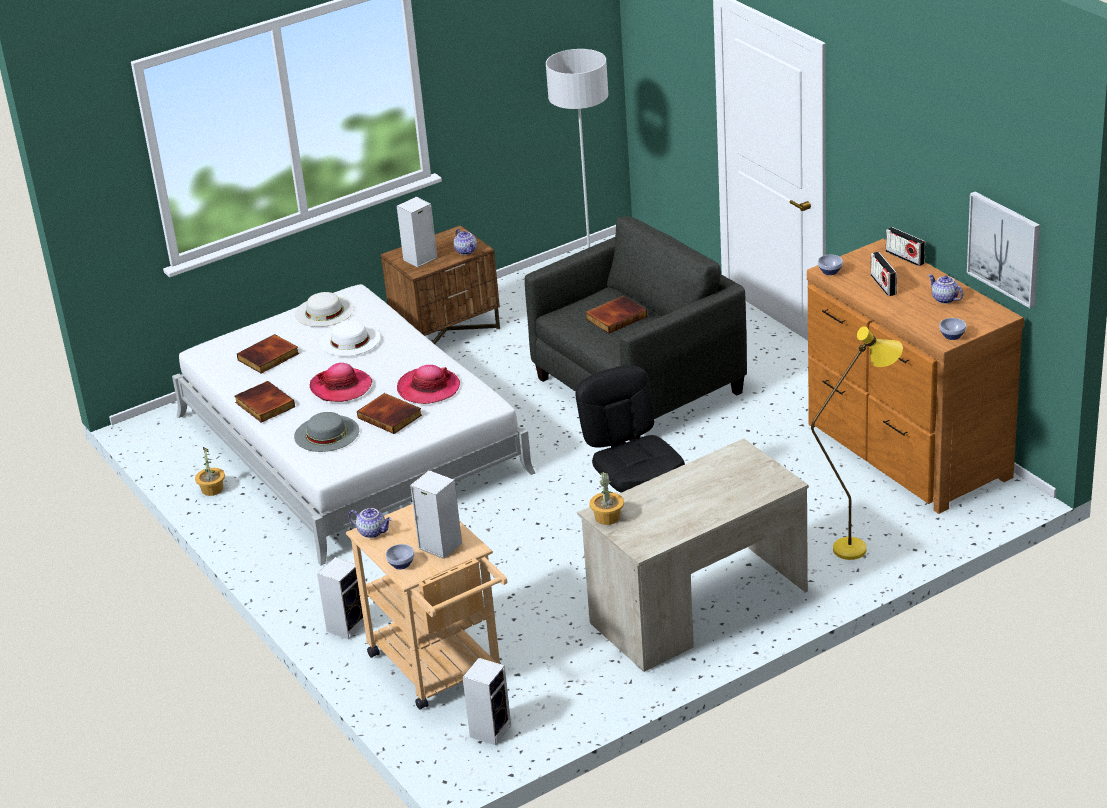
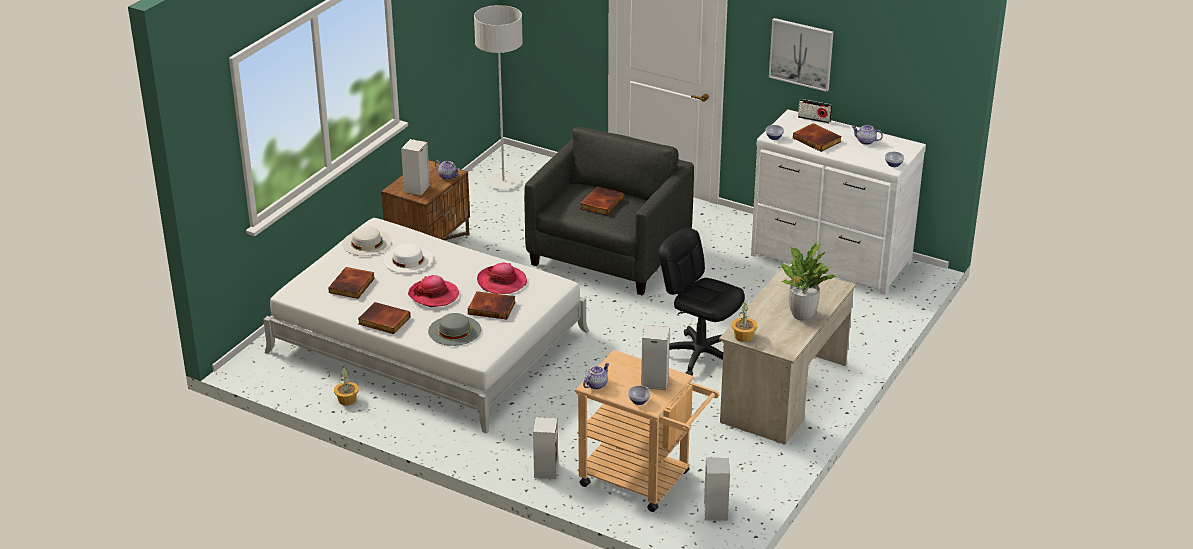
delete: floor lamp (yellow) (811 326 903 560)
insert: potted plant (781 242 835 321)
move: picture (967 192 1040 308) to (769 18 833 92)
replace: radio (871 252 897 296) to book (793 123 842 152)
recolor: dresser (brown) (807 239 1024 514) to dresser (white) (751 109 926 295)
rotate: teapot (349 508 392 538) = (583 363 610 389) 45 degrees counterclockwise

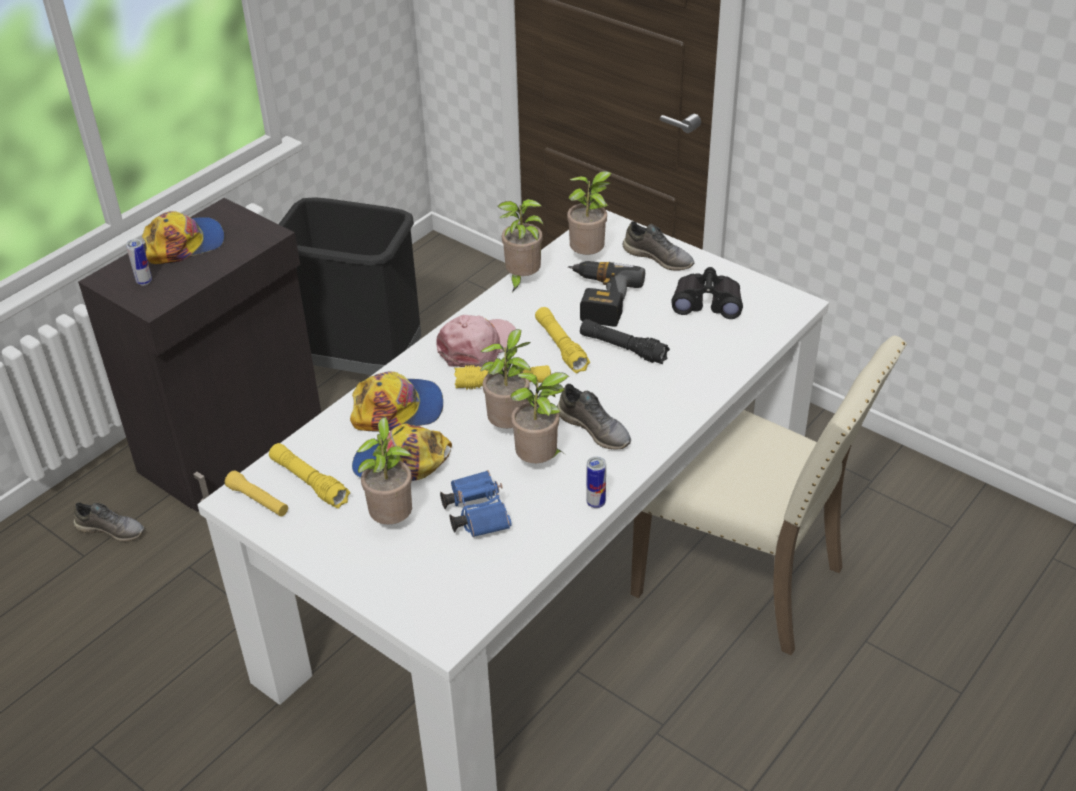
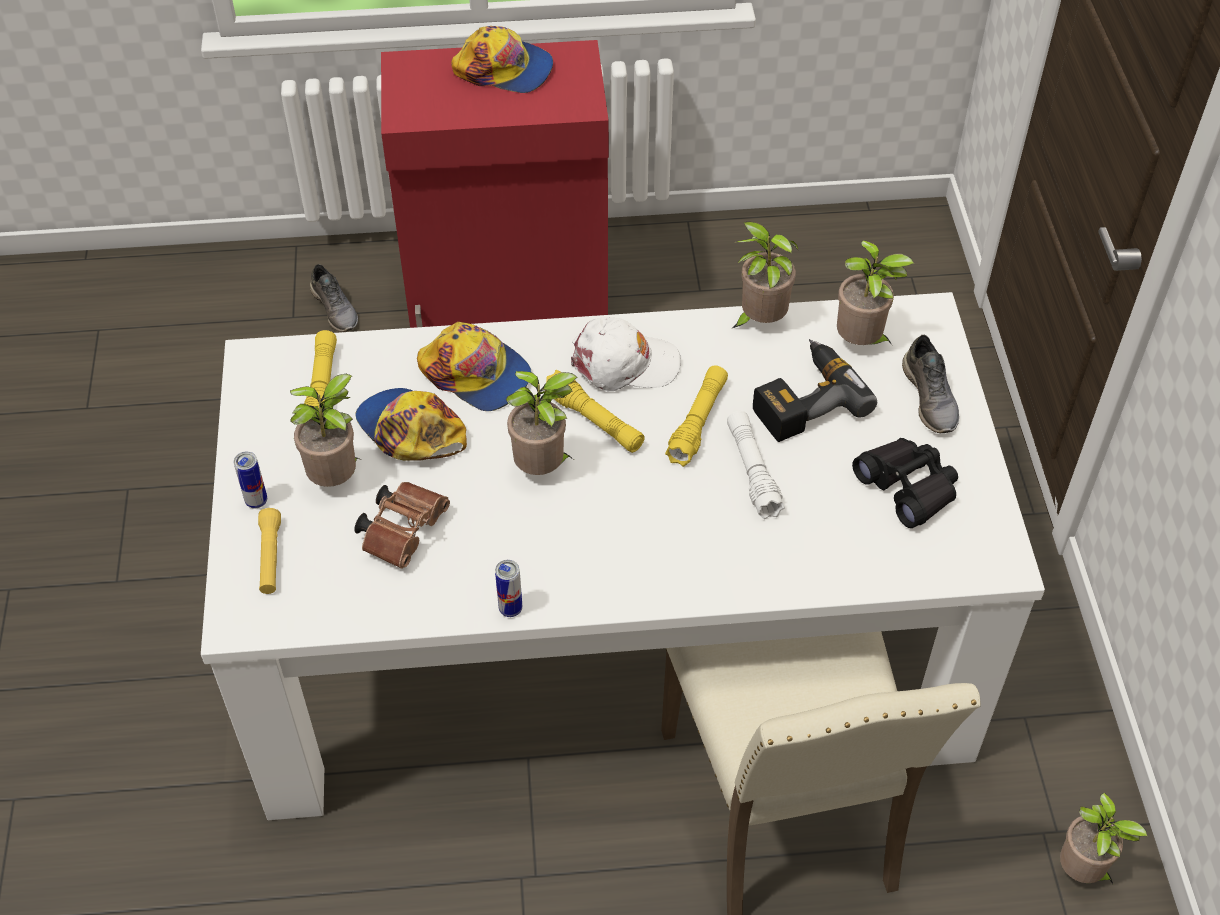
delete: trash can (black) (279 197 421 375); shoe (grey) (557 384 631 450)
move: can (126 239 152 286) to (234 451 267 508); flashlight (yellow) (225 471 288 517) to (258 508 281 594); potted plant (510 372 569 463) to (1060 792 1147 884)
recolor: binoculars (blue) (440 470 512 537) to binoculars (brown) (354 482 450 569); cabinet (black) (78 198 321 512) to cabinet (red) (381 40 609 328); cap (pink) (436 315 516 367) to cap (white) (571 317 681 391); flashlight (black) (580 319 670 364) to flashlight (white) (727 411 785 519)

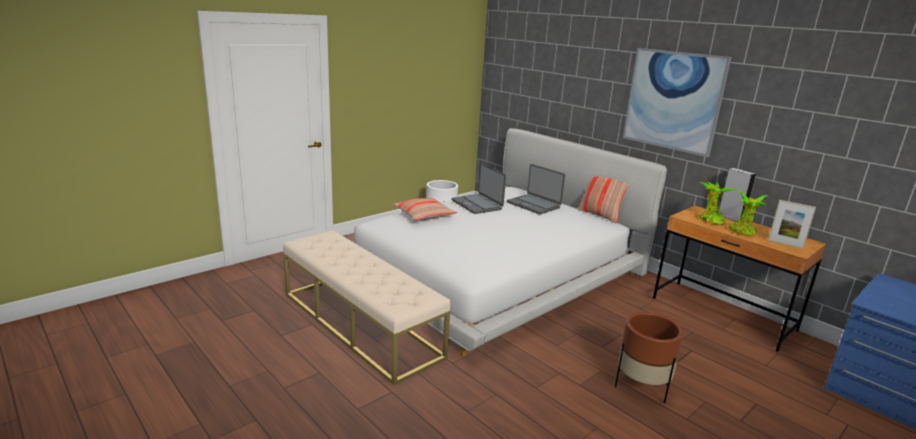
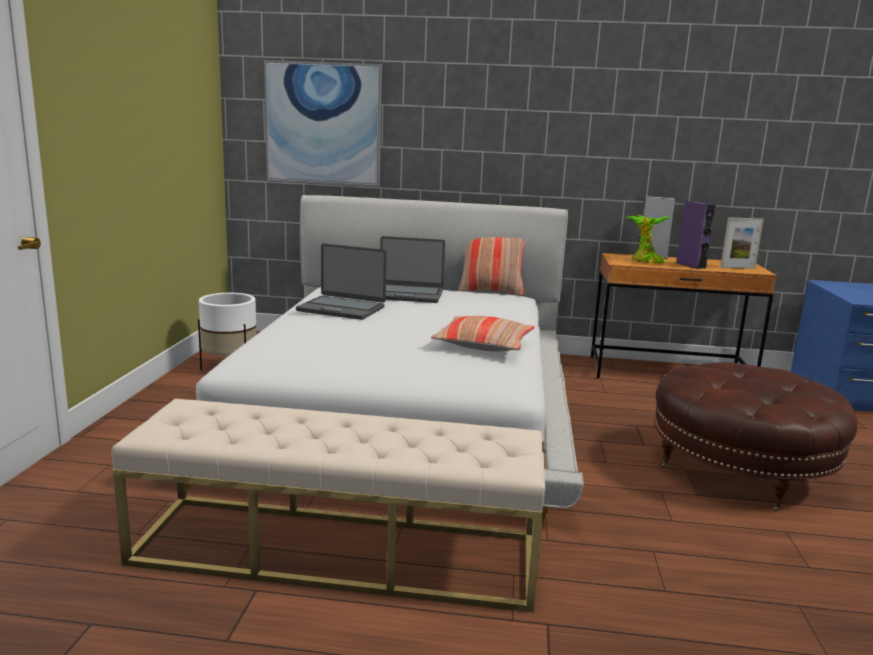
move: picture (623 48 731 157) to (264 60 382 187); pillow (393 198 457 221) to (431 316 535 352)
replace: planter (brown) (615 312 683 404) to ottoman (brown) (656 362 857 511); potted plant (729 191 767 236) to speaker (purple) (677 201 715 269)

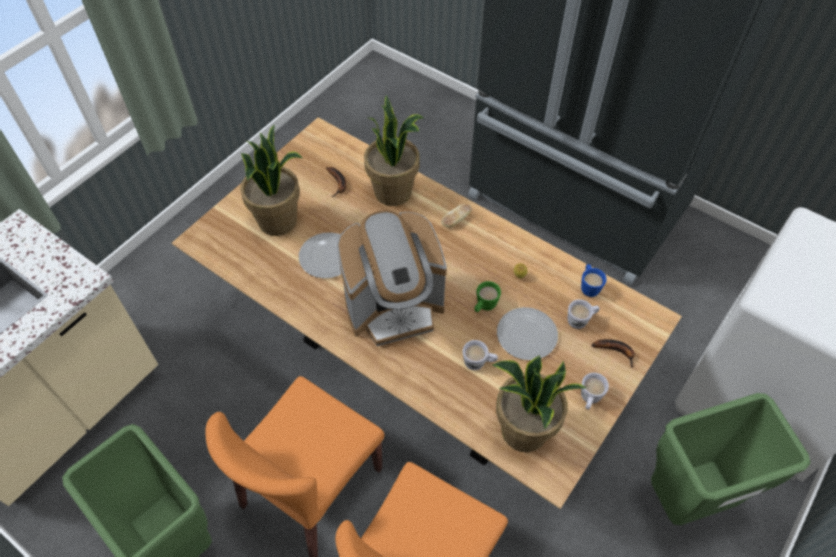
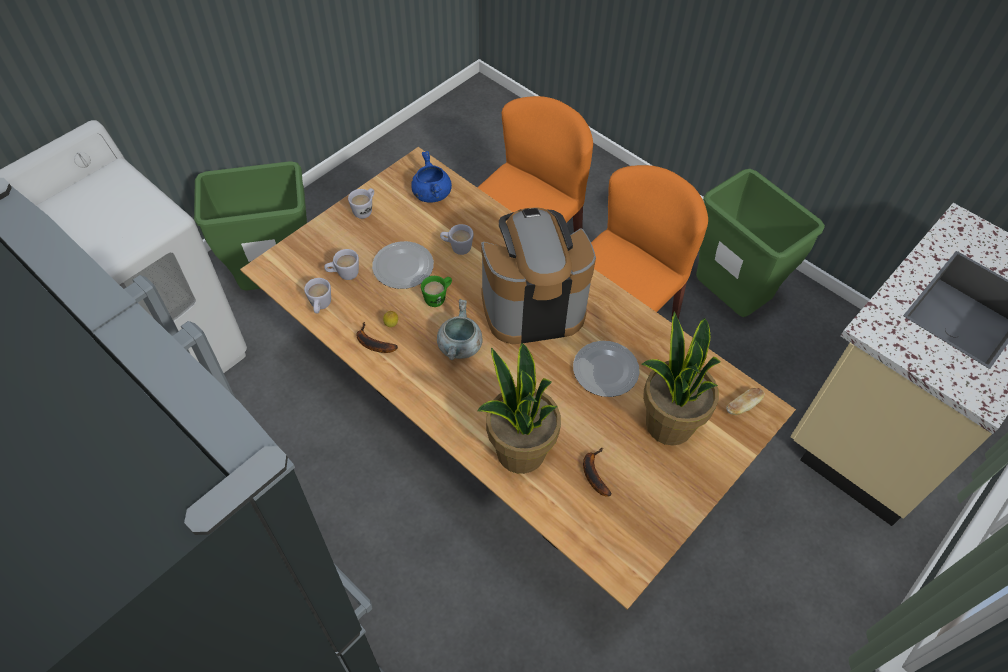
insert: cooking pot (grey) (437 299 482 360)
move: banana (591 339 635 368) to (356 322 398 353); bread (441 203 472 227) to (726 388 764 415)
replace: potted plant (492 355 586 452) to cooking pot (blue) (411 151 452 203)
recolor: mug (blue) (581 264 607 297) to mug (white) (304 278 331 313)

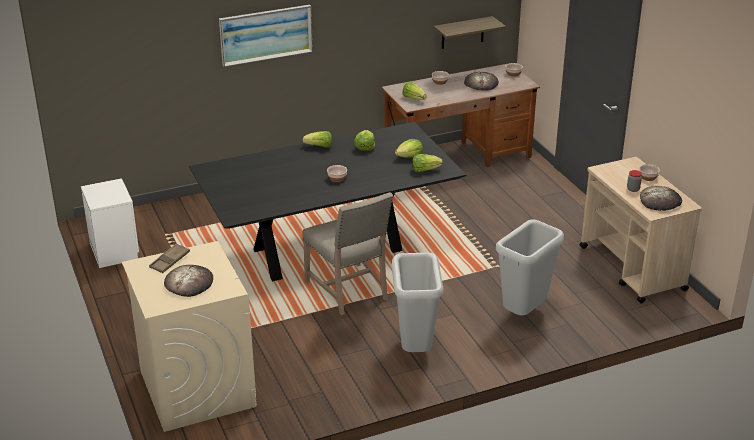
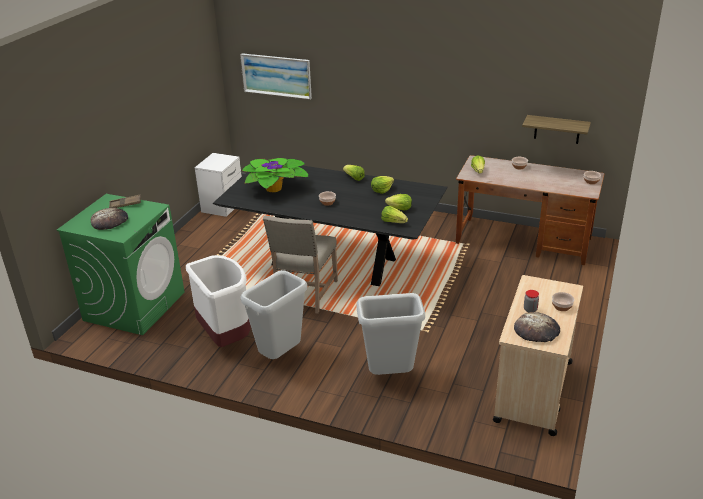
delete: bread (464 72 499 90)
insert: trash can (white) (186 255 251 347); potted plant (241 158 309 192)
move: picture (219 5 313 67) to (240 53 312 100)
recolor: washing machine (beige) (122 241 257 432) to washing machine (green) (57 194 185 335)

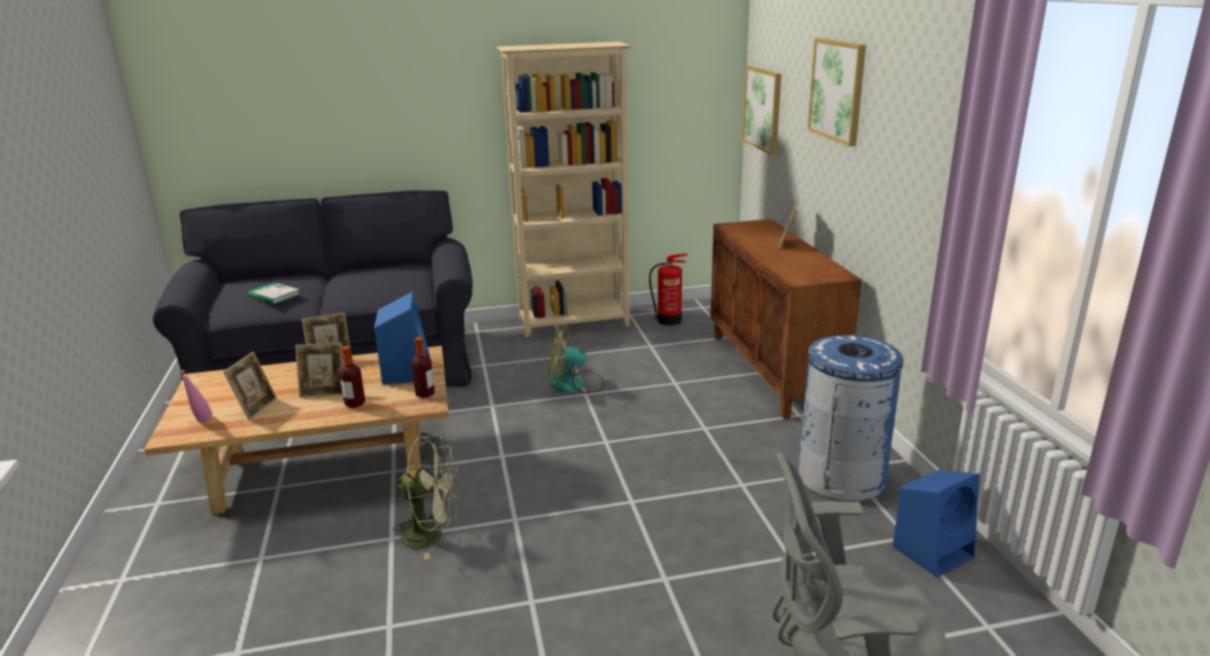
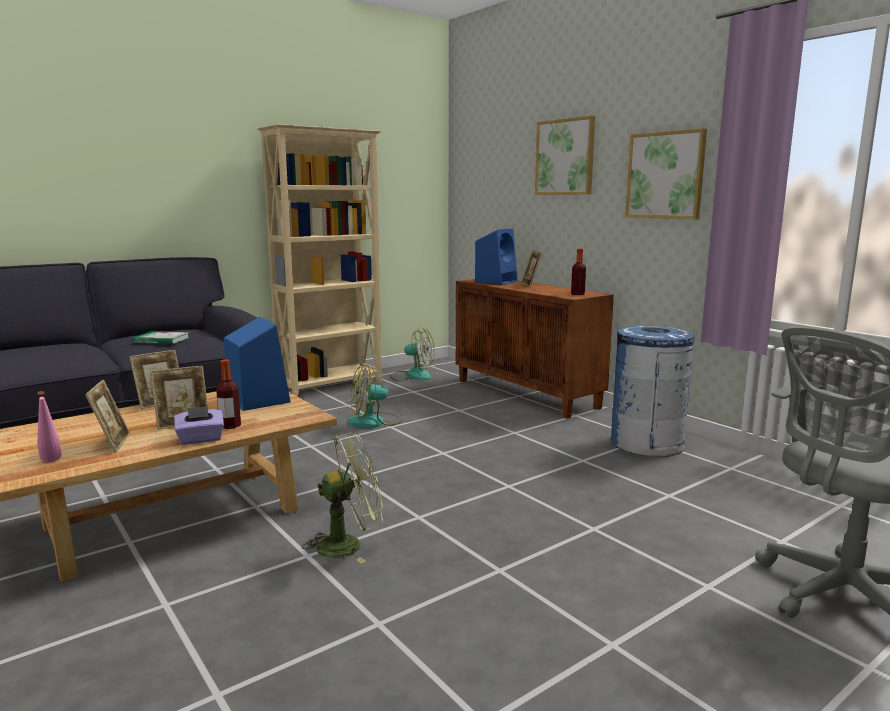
insert: tissue box (purple) (174 406 224 445)
move: book (247 282 301 304) to (133 331 190 344); speaker (blue) (892 470 979 577) to (475 228 518 285); bottle (412 337 435 398) to (571 249 586 295); picture (742 66 781 155) to (625 128 707 219)
replace: fire extinguisher (649 253 688 326) to fan (391 327 434 381)

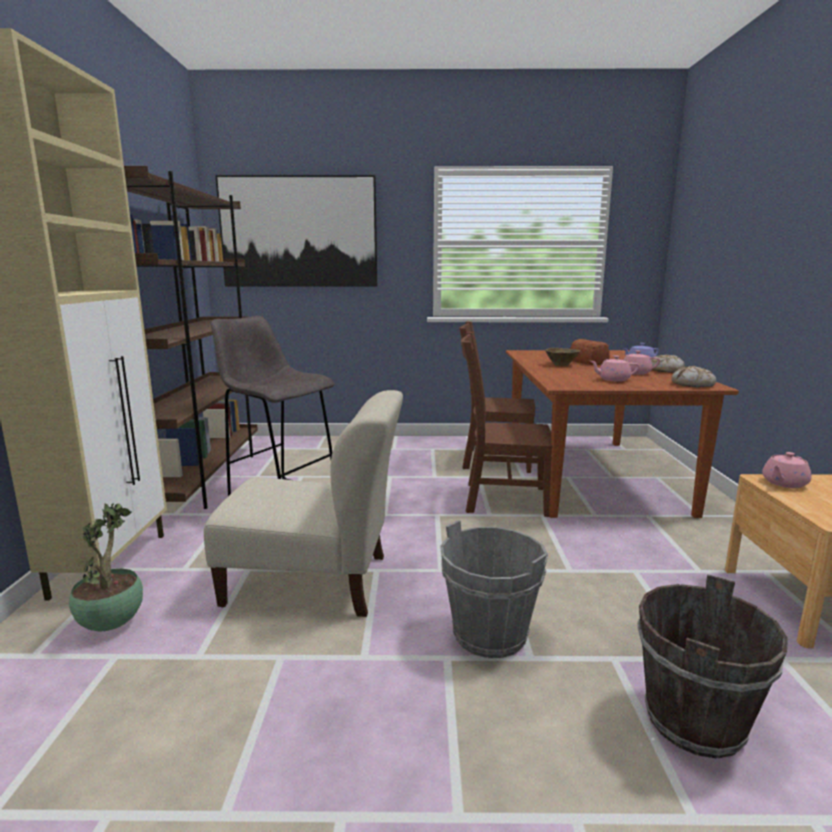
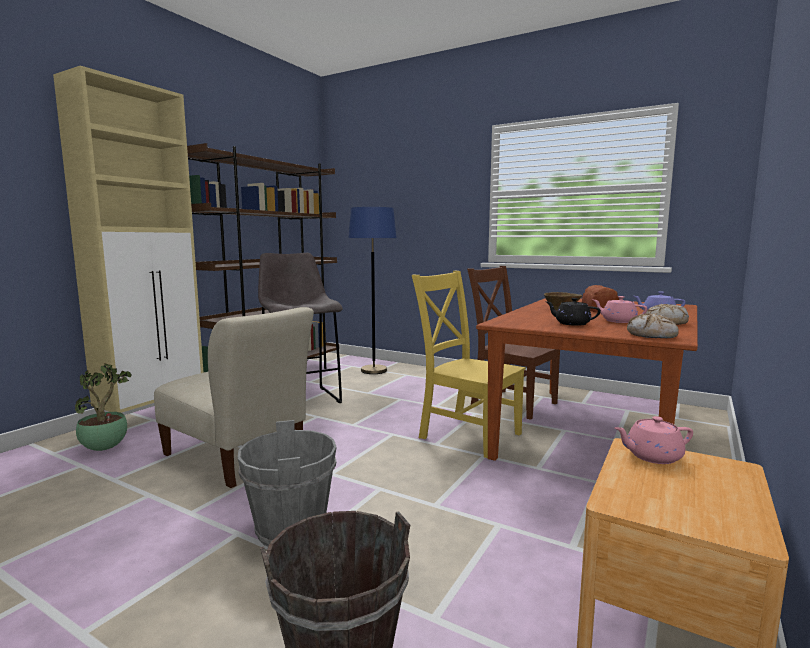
delete: picture (215 175 377 286)
insert: floor lamp (blue) (348 207 397 374)
recolor: chair (brown) (461 332 552 517) to chair (yellow) (412 271 526 458); teapot (pink) (590 356 639 381) to teapot (black) (546 298 601 326)

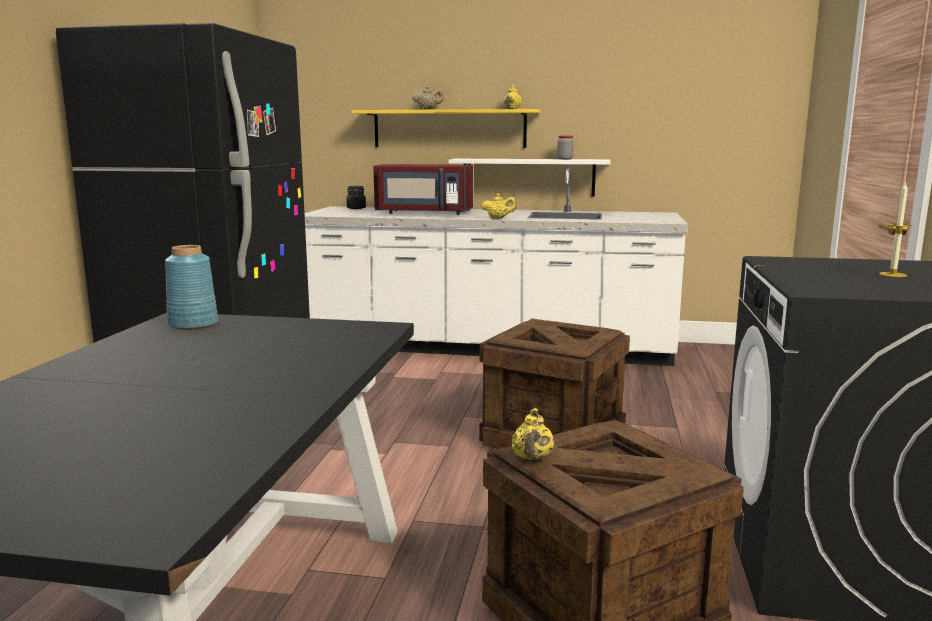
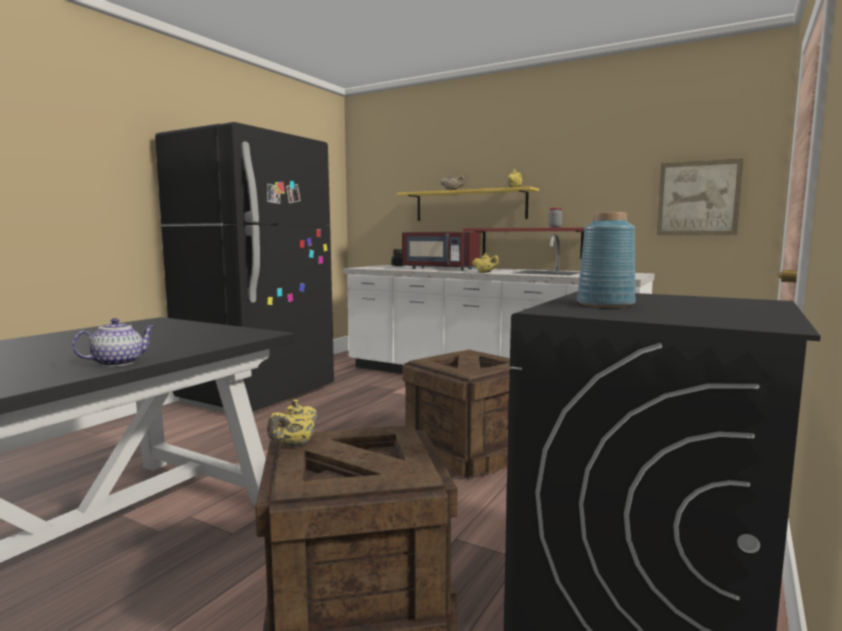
delete: candle (879 182 912 277)
insert: teapot (72 318 155 367); picture (657 158 743 235)
move: vase (blue) (165 245 218 330) to (577 212 636 308)
recolor: shelf (white) (449 159 610 196) to shelf (red) (463 228 584 259)

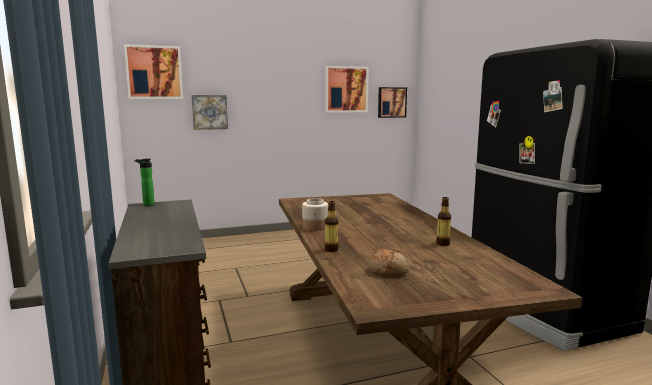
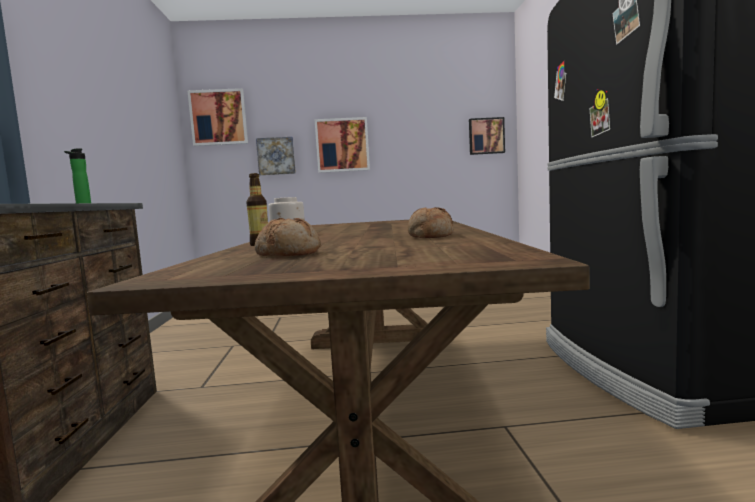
move: picture (325 66 369 113) to (314 117 370 173)
replace: bottle (436 197 451 246) to bread (408 207 453 238)

